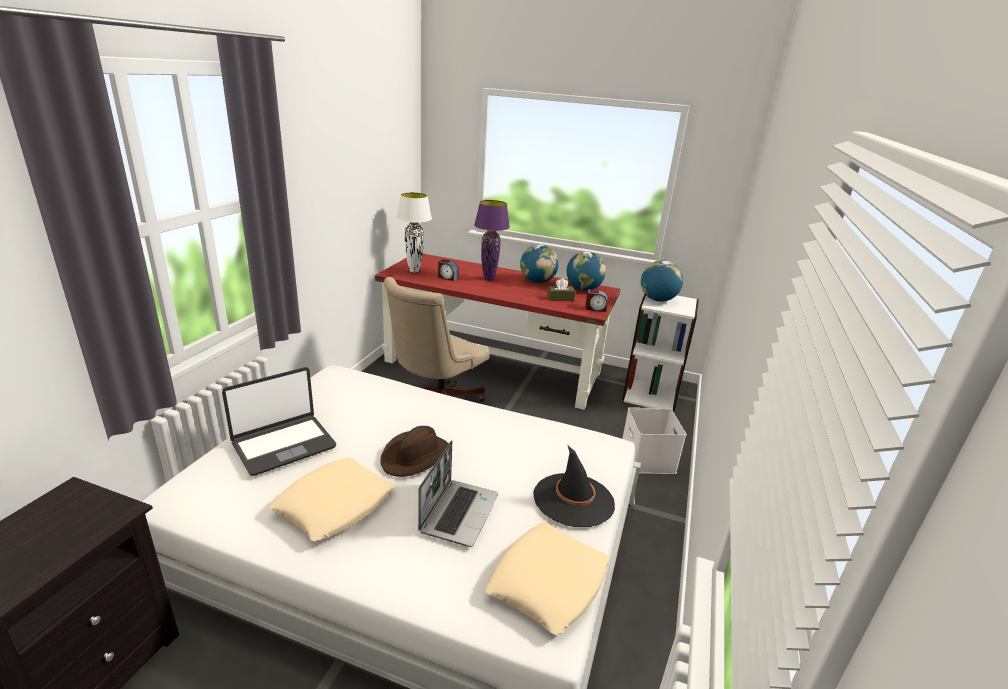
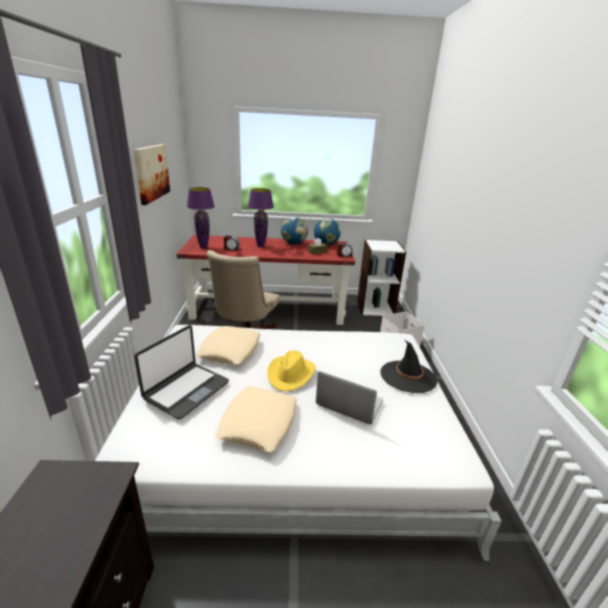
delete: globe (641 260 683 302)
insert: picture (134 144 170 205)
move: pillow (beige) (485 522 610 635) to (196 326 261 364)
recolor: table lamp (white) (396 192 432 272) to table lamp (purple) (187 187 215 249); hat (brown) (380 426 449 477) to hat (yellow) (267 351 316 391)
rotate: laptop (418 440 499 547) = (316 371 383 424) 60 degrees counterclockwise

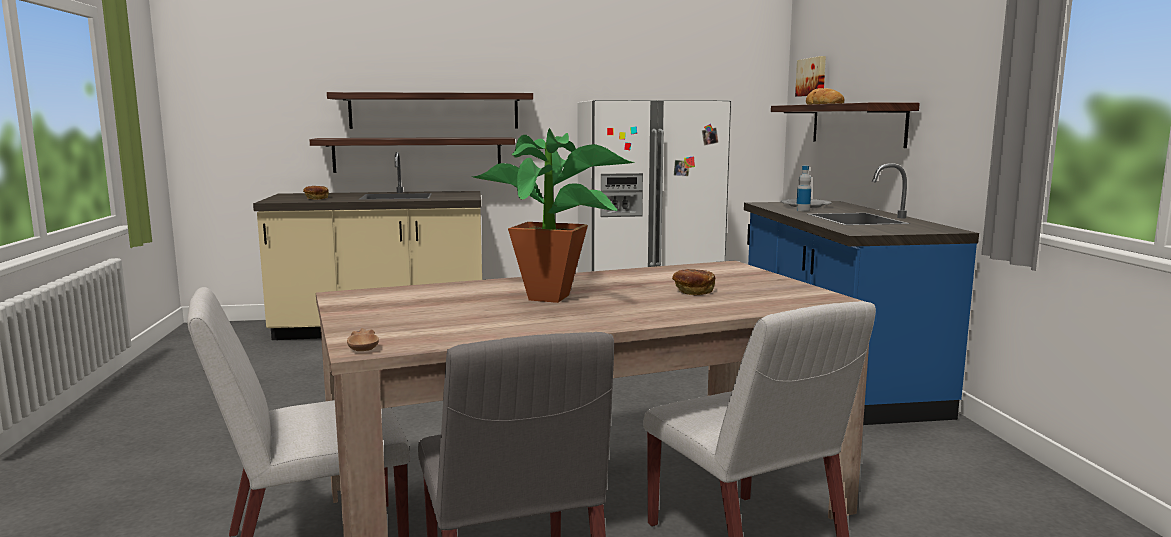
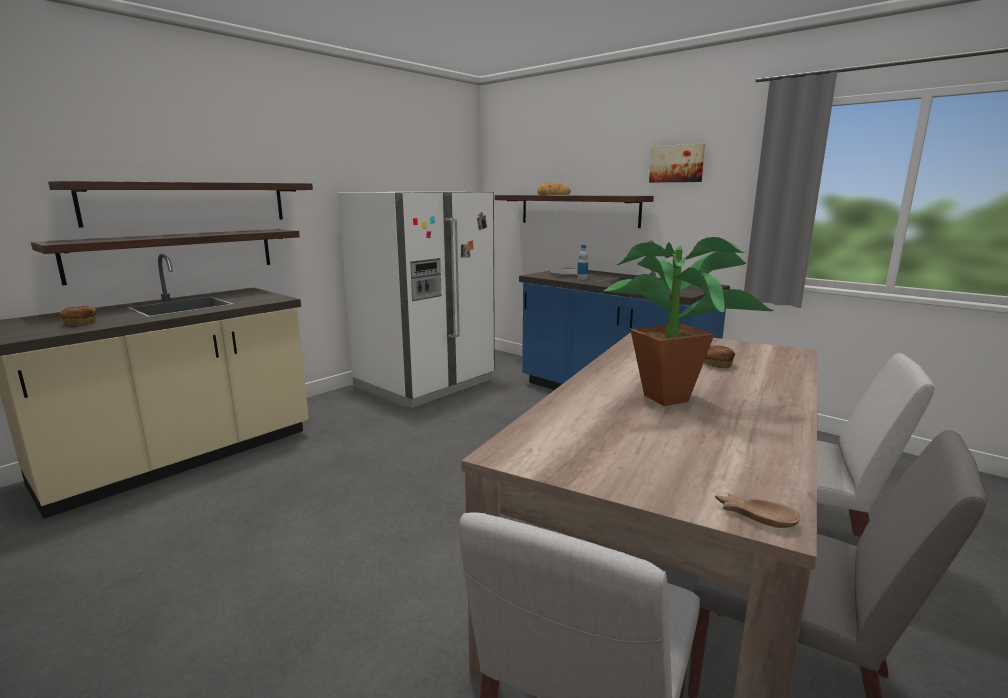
move: picture (795 56 826 96) to (649 143 705 183)

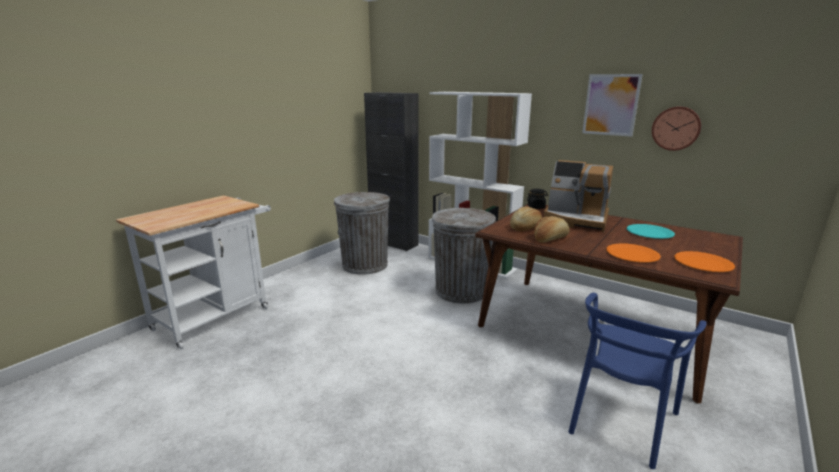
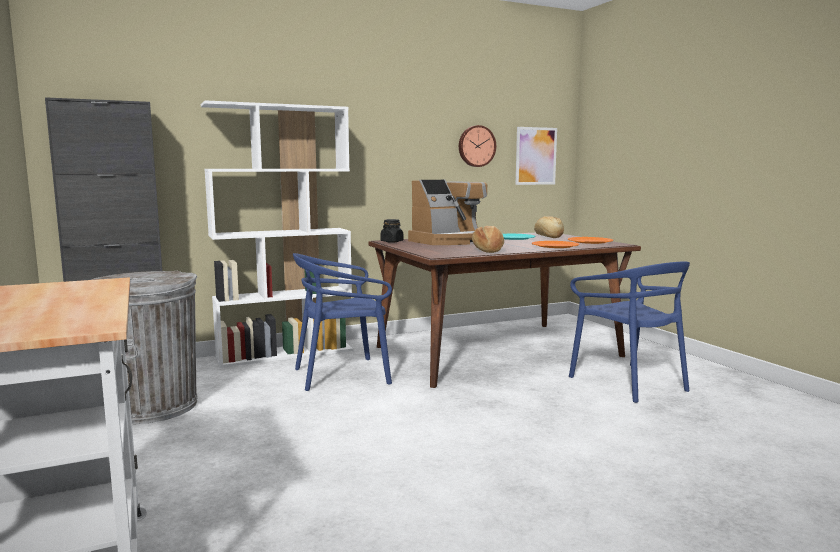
move: picture (582 74 643 137) to (516 127 557 185); bread (510 206 542 231) to (534 216 564 238)
replace: trash can (grey) (432 208 496 303) to chair (blue) (293 253 392 391)

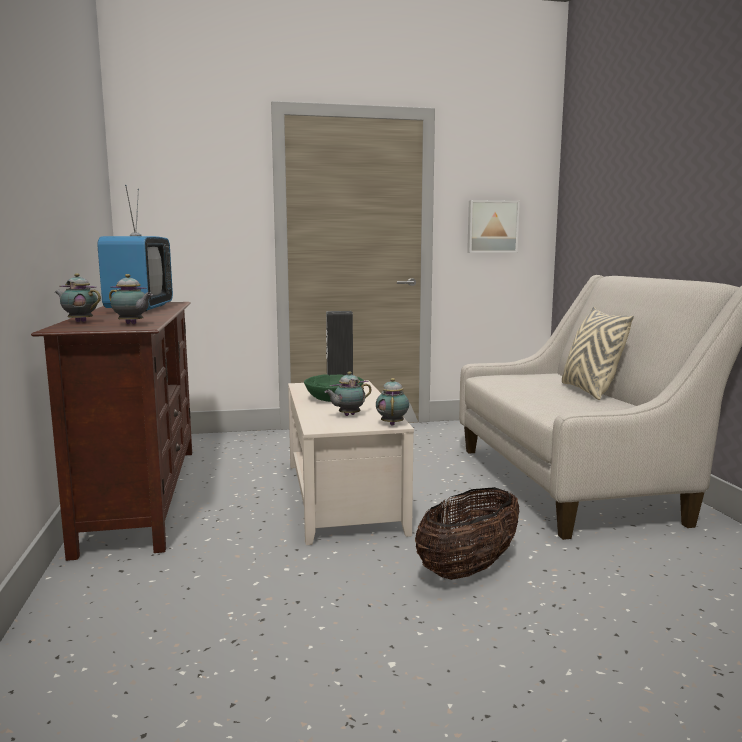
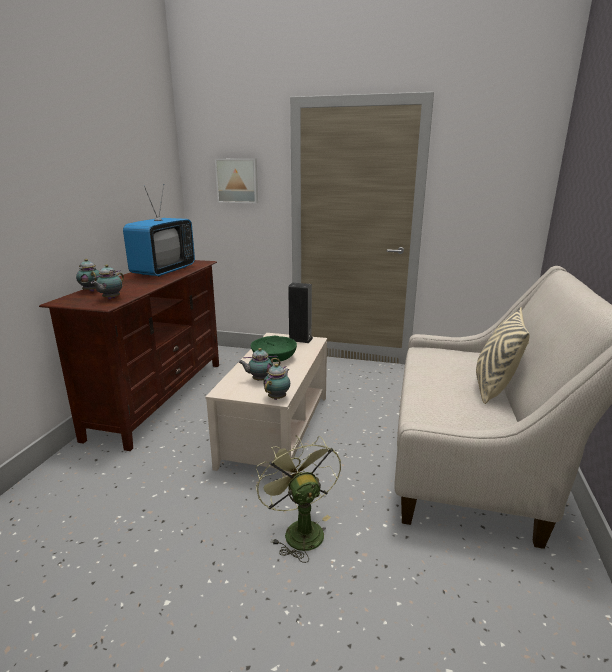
move: picture (467 200 520 253) to (215 159 258 203)
replace: basket (415 487 519 580) to fan (green) (255 436 341 563)
rotate: teapot (109 274 153 324) = (91 264 124 300) 60 degrees clockwise

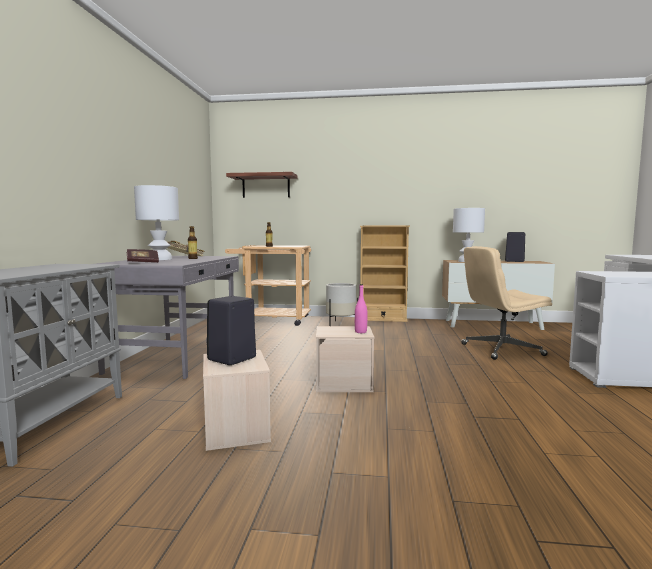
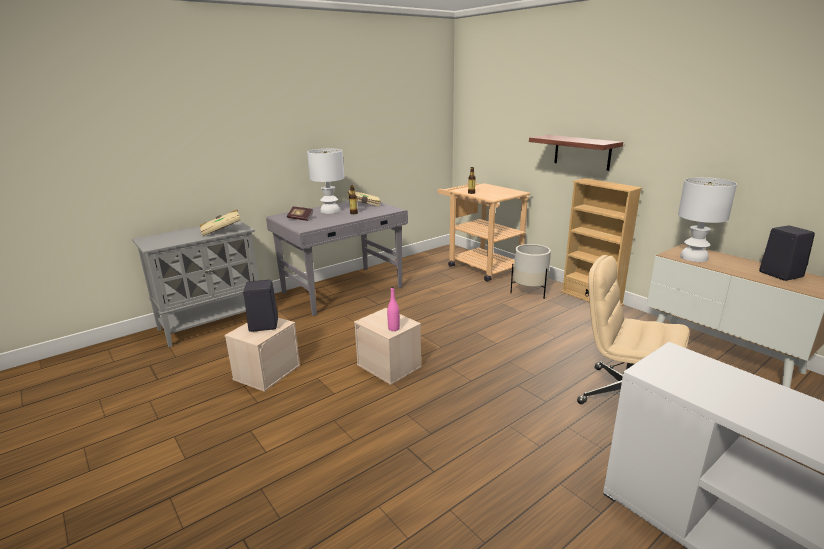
insert: book (beige) (200 209 241 236)
move: shelf (226 172 298 198) to (529 135 623 171)

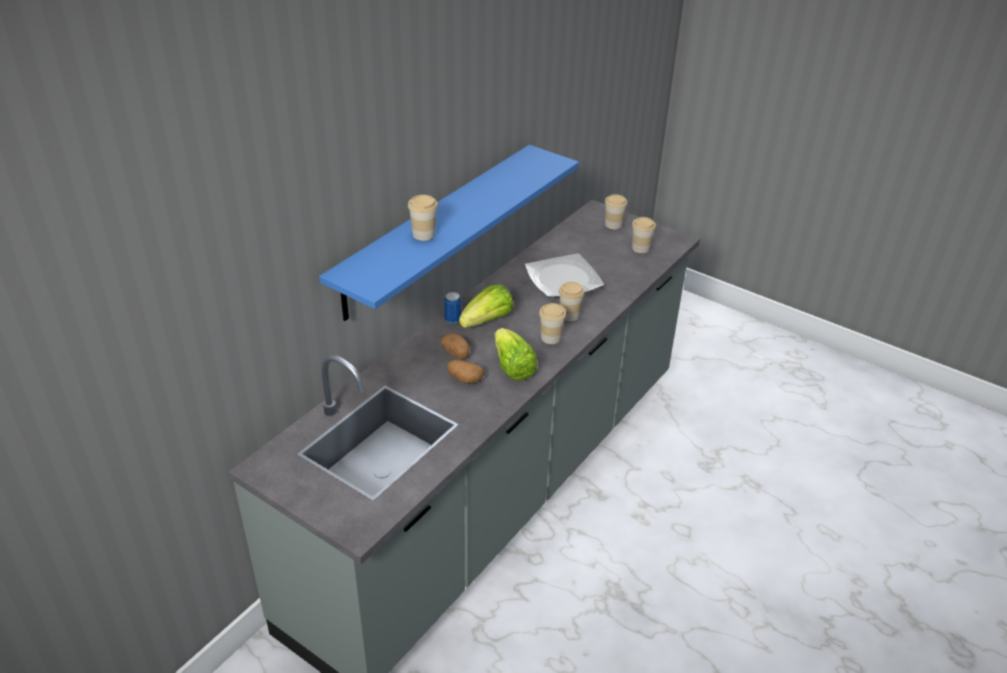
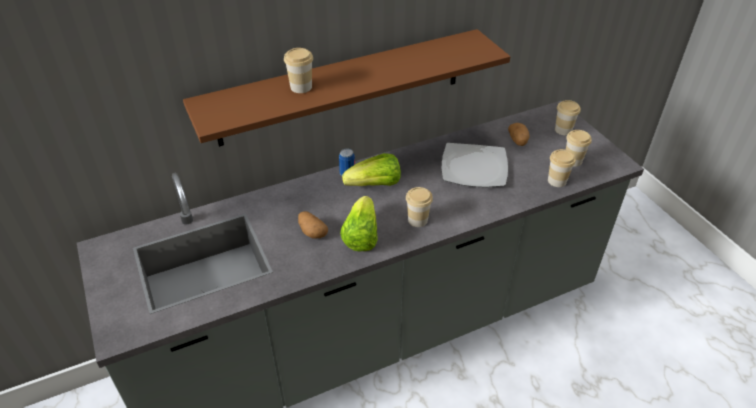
move: potato (440 333 469 359) to (508 123 530 146); cup (558 282 585 321) to (548 149 576 187)
recolor: shelf (blue) (319 145 579 321) to shelf (brown) (183 29 511 147)

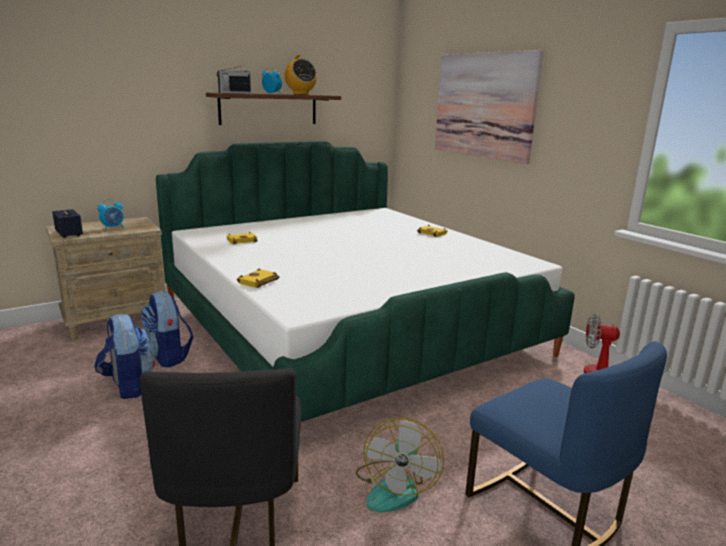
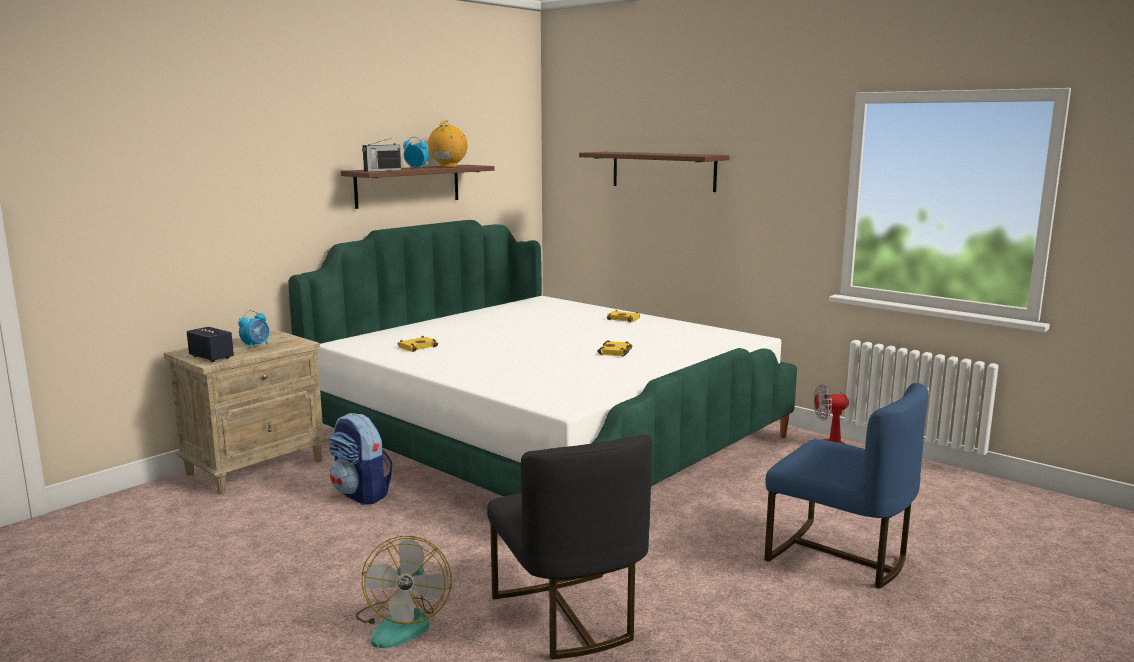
delete: backpack (94 314 155 399)
move: fan (356 417 444 512) to (356 536 452 648); book (yellow) (237 269 279 288) to (597 340 632 356)
replace: picture (435 50 543 164) to shelf (brown) (579 152 730 192)
rotate: radio (285 55 317 95) = (428 121 467 167) 120 degrees counterclockwise

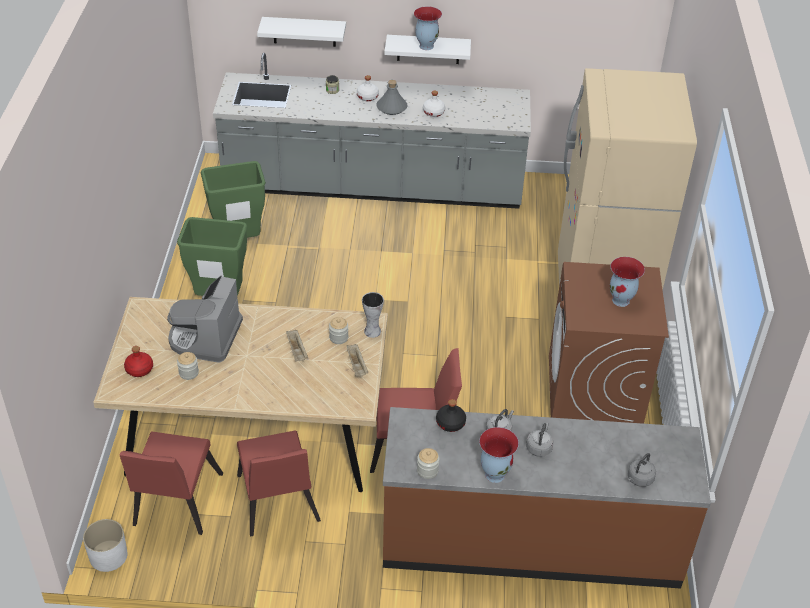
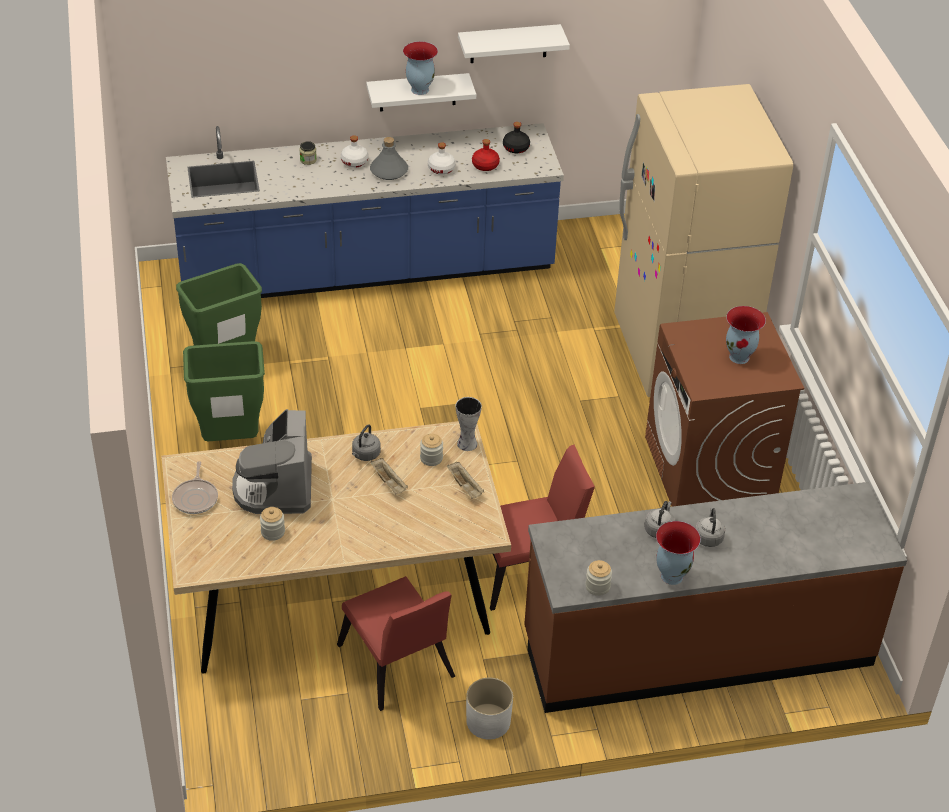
delete: chair (red) (120 431 223 535)
insert: frying pan (172 461 218 514)
move: kettle (grey) (628 453 656 487) to (352 424 381 461); shelf (white) (257 17 346 47) to (458 24 570 63); planter (white) (83 519 128 572) to (466 677 513 740); bottle (red) (124 346 153 377) to (472 139 500 171); bottle (black) (436 399 466 432) to (503 122 530 153)
recolor: counter (grey) (213 53 531 209) to counter (blue) (166 123 564 298)

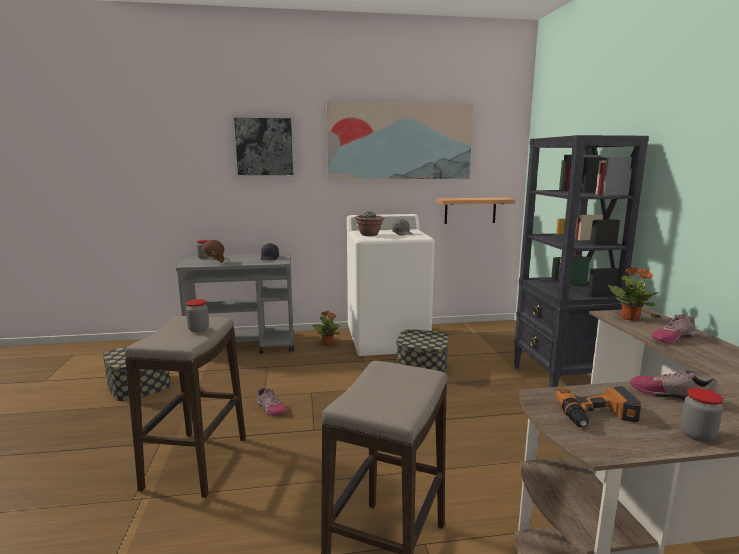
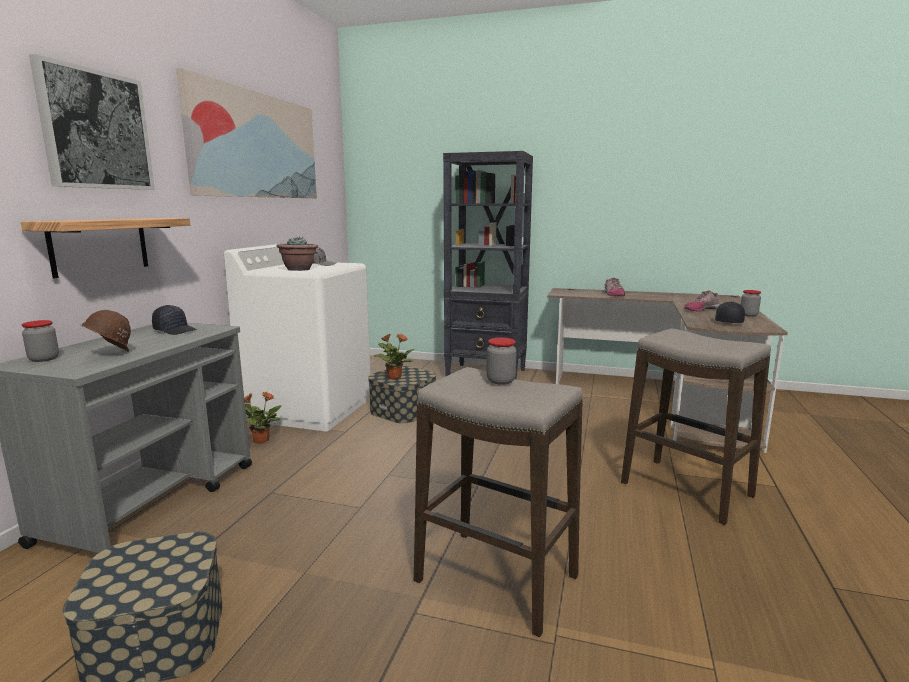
delete: shoe (257 388 287 416)
move: shelf (436 198 515 224) to (21 218 190 278); potted plant (608 267 659 321) to (373 334 414 379)
replace: power drill (556 386 641 427) to cap (black) (715 302 745 323)

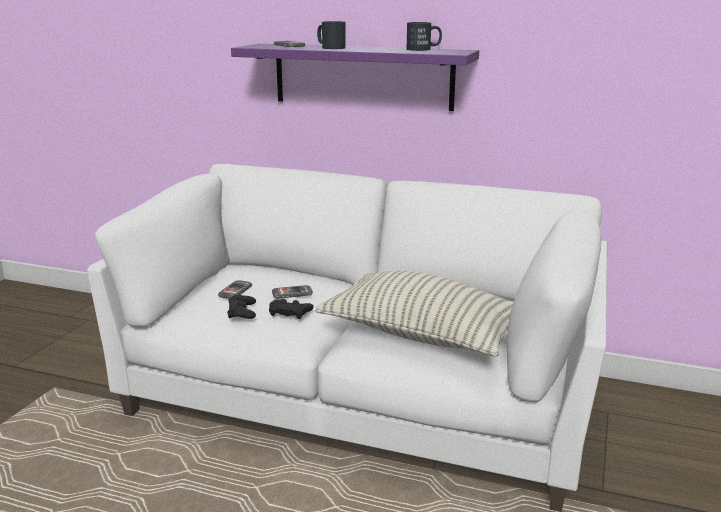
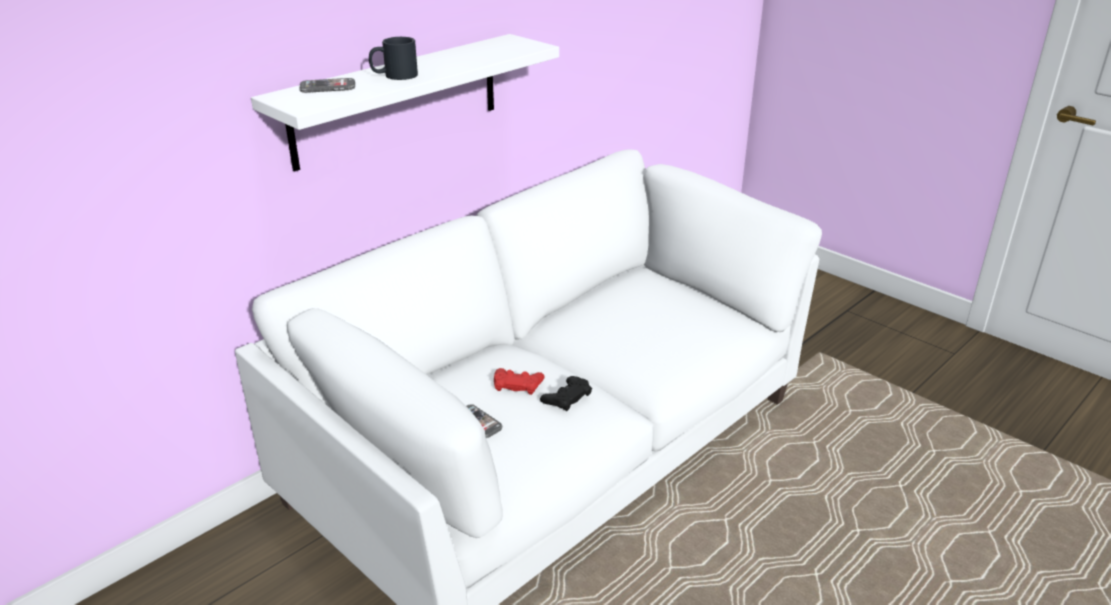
delete: game controller (black) (227 295 256 319); pillow (315 271 513 357); mug (black) (407 22 442 51)
replace: phone (272 285 313 299) to game controller (red) (494 368 545 395)
recolor: shelf (purple) (231 44 479 111) to shelf (white) (251 34 559 172)

